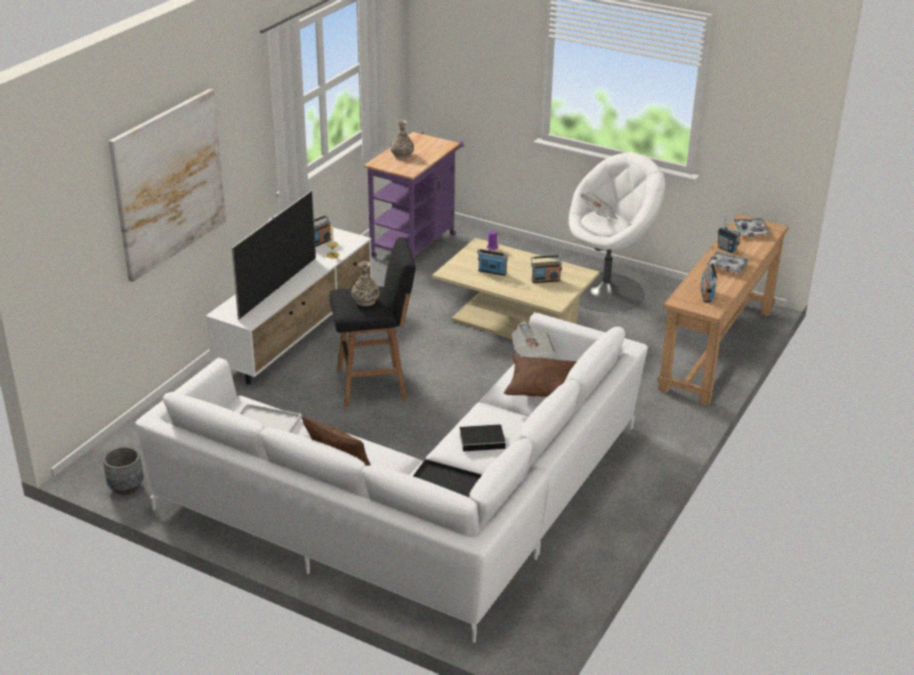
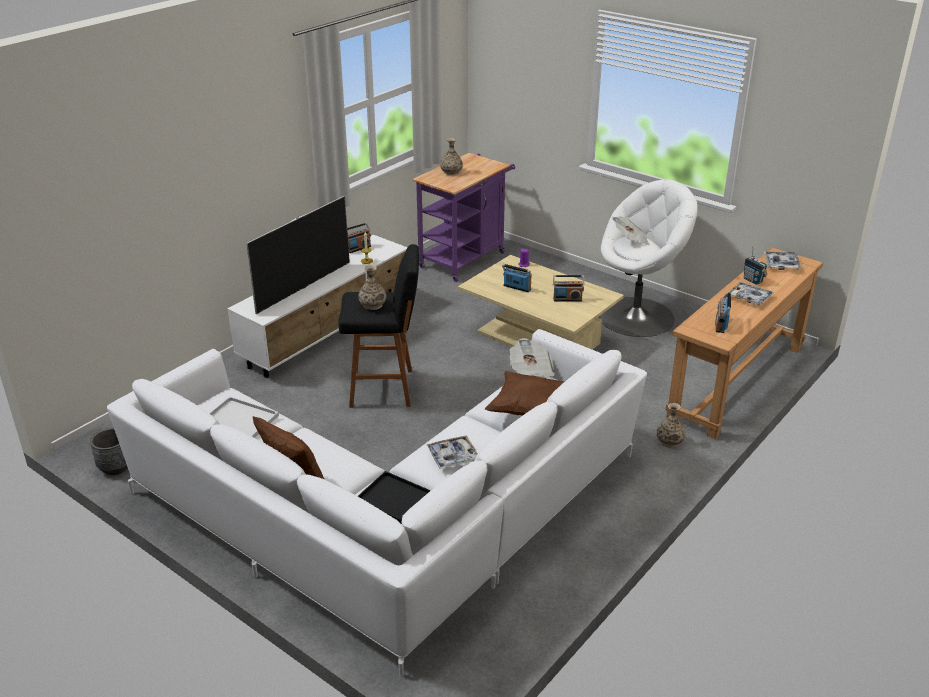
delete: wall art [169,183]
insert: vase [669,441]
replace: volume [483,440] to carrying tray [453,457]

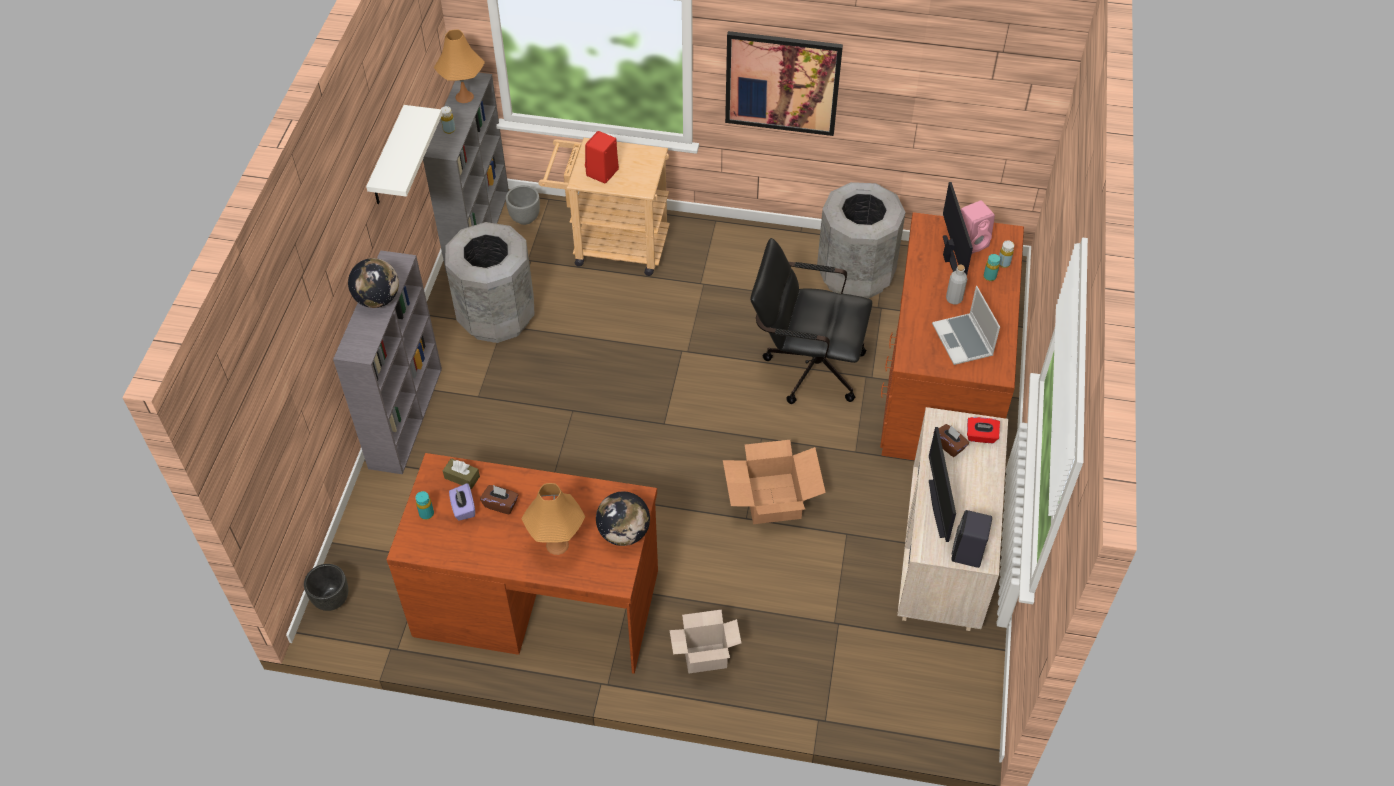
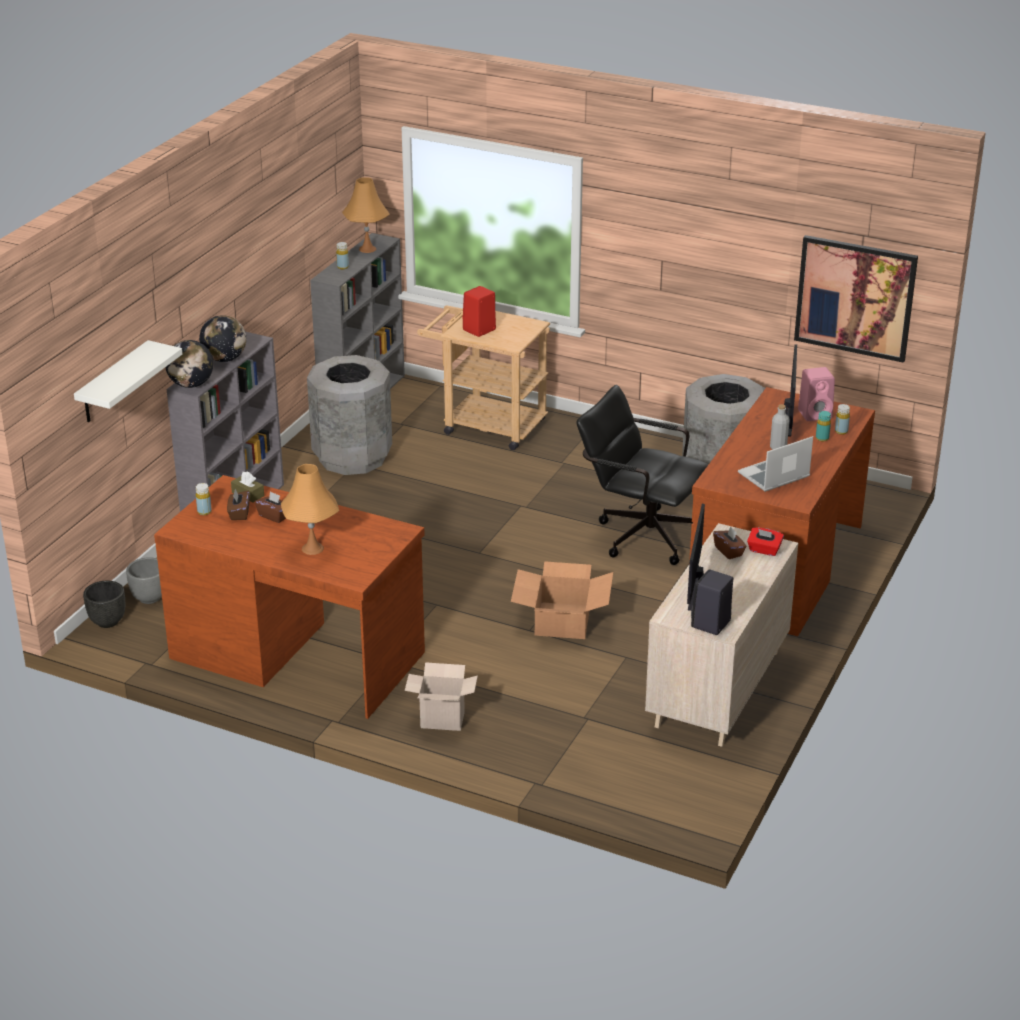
move: wall shelf (white-coloured) [388,158] to [113,383]; planter (greyish) [524,218] to [149,598]; desk globe [624,533] to [191,384]; wall art [782,83] to [855,298]
recolor: beverage bottle (blue-green) [426,514] to beverage bottle (yellow-coloured) [204,512]; tissue box (purplish) [463,508] to tissue box (brown-coloured) [239,513]
rotate: notebook computer [963,341] = [773,476] 60 degrees clockwise

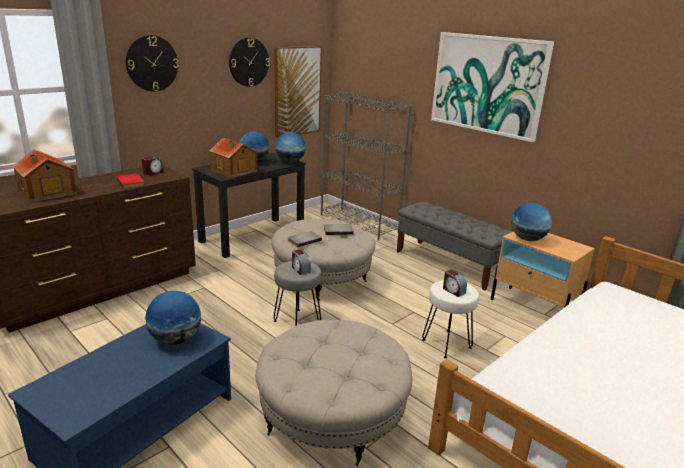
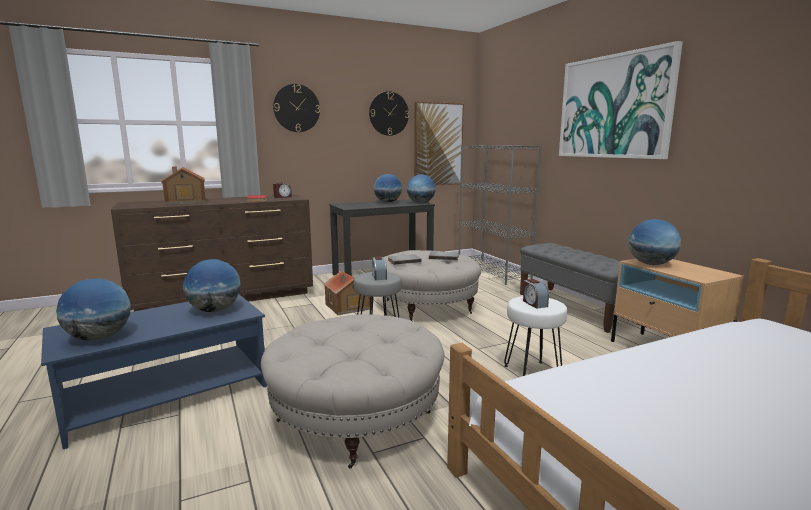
insert: desk globe [99,338]
move: toy house [233,171] to [347,307]

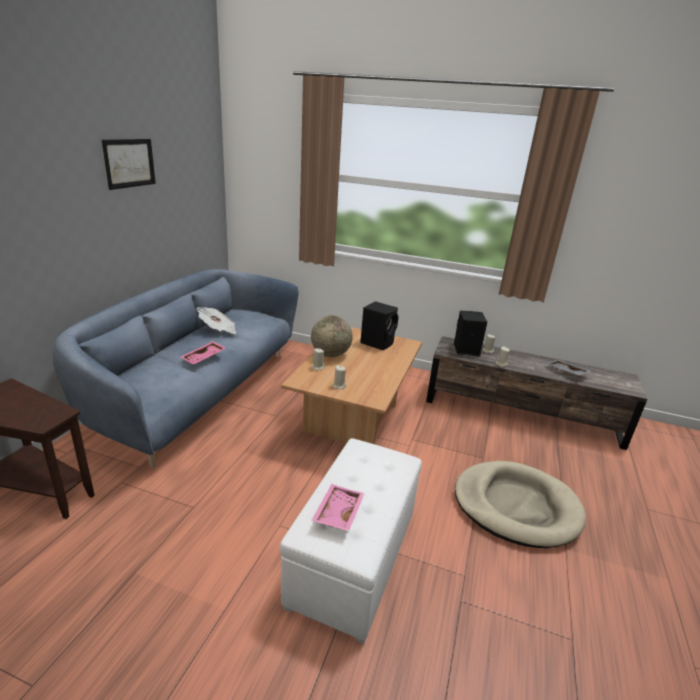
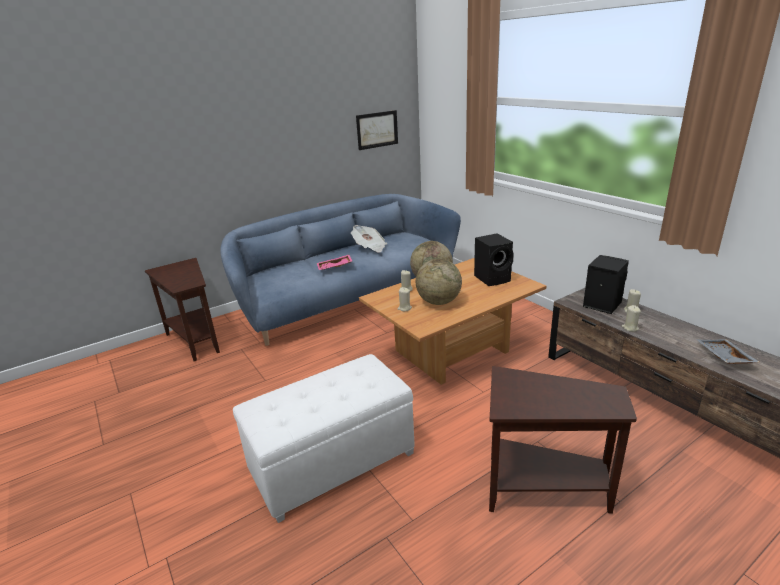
delete: carrying tray (pinkish) [337,513]
insert: desk globe [438,302]
move: wall art [129,163] to [377,130]
replace: pet bed (sand-coloured) [516,506] to end table (brown-coloured) [540,489]

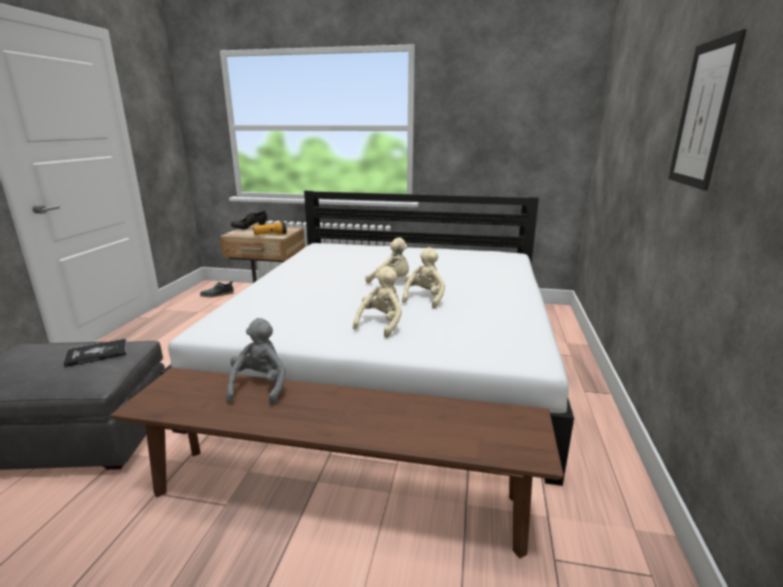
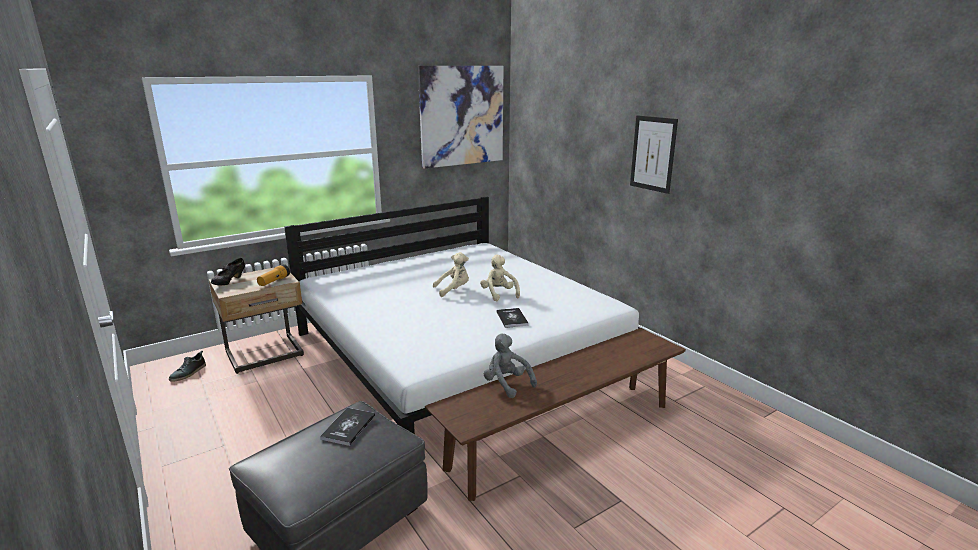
insert: wall art [462,116]
replace: cuddly toy (sand-coloured) [381,324] to volume [512,318]

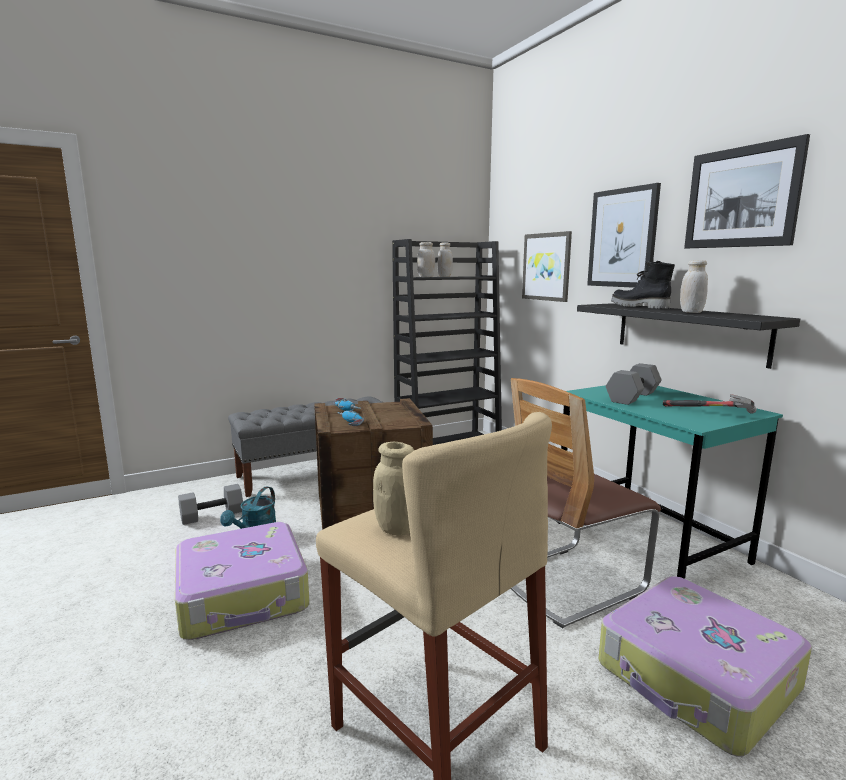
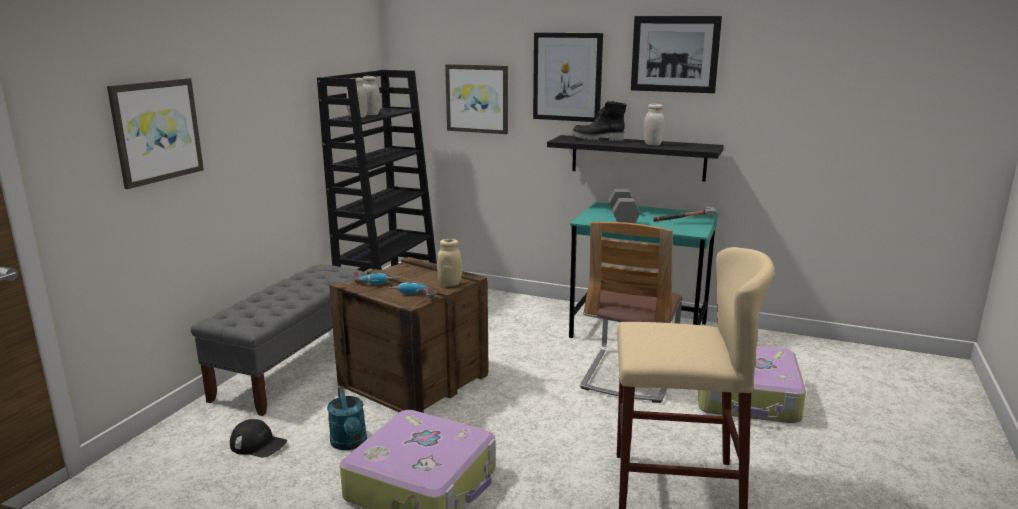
insert: wall art [156,131]
move: preserve jar (sand-coloured) [397,528] to [450,284]
replace: hand weight (greyish) [212,514] to baseball cap (black-coloured) [258,444]

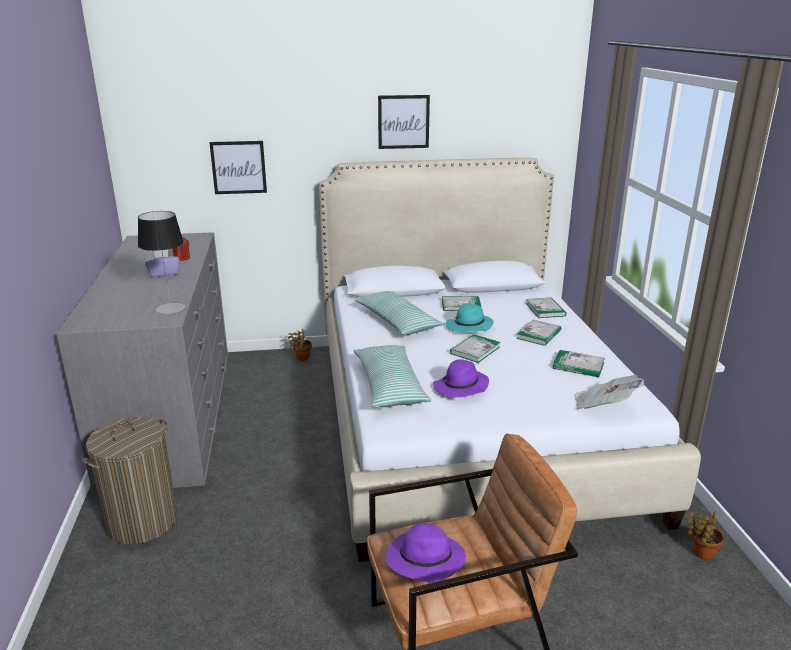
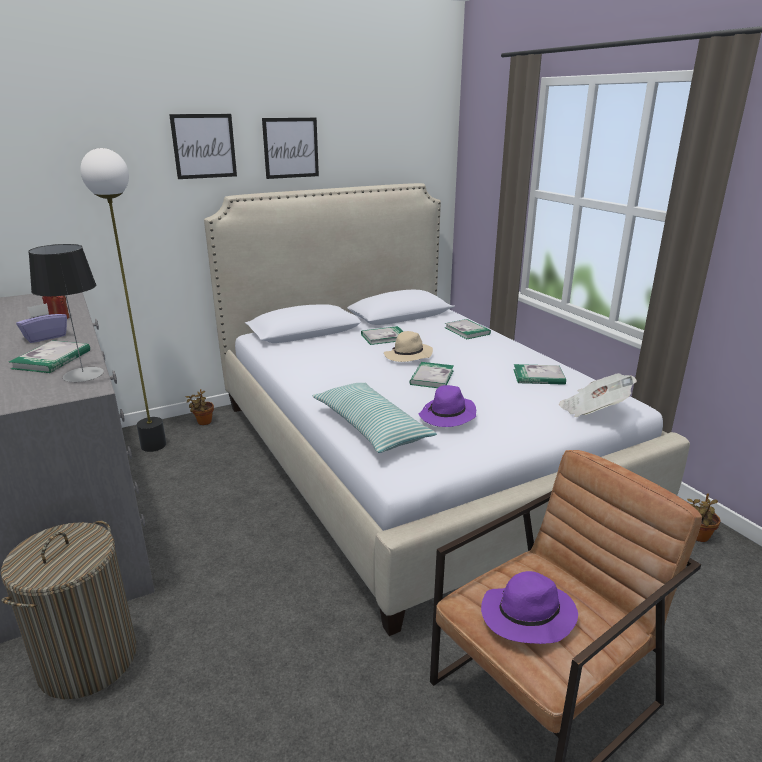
delete: pillow [397,322]
insert: standing lamp [153,445]
move: wall art [238,167] to [204,146]; volume [538,334] to [52,359]
recolor: hat (blue-green) [469,327] to hat (sand-coloured) [408,356]

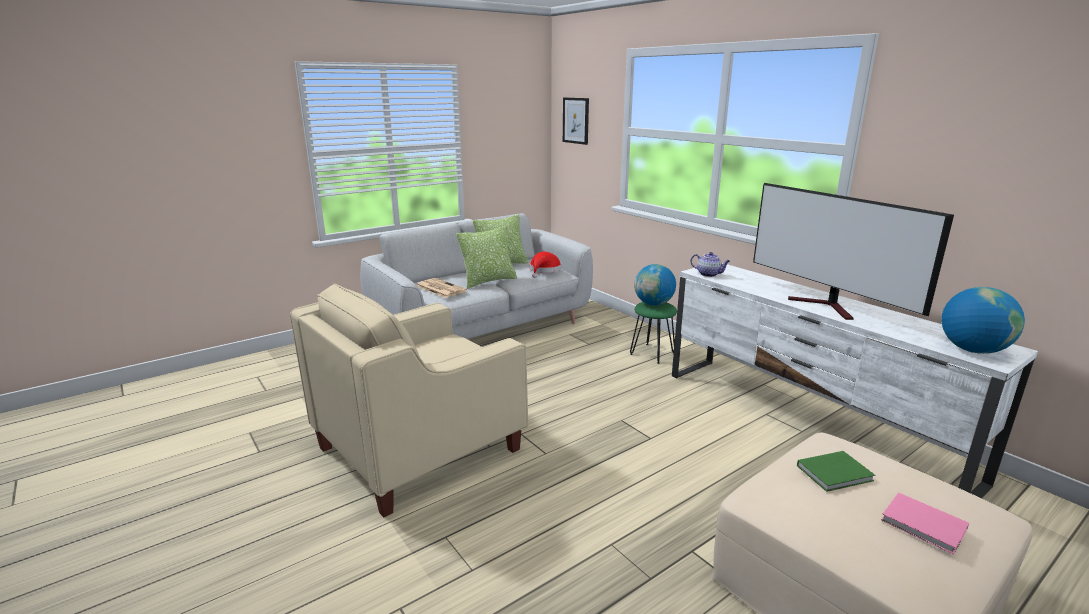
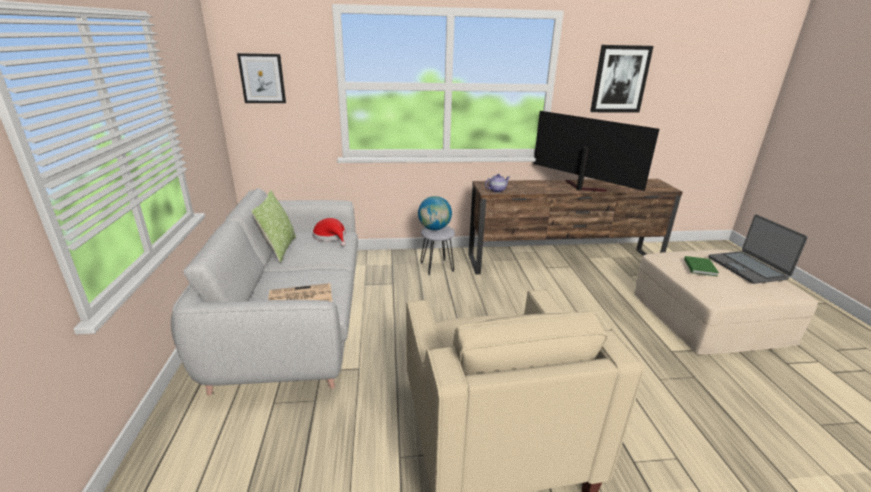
delete: pillow [488,281]; desk globe [972,350]
insert: wall art [620,79]
replace: volume (pinkish) [925,526] to notebook computer [747,268]
recolor: sitting stool (greenish) [652,353] to sitting stool (greyish) [436,266]; media console (white-coloured) [807,423] to media console (brown-coloured) [564,261]
rotate: television [827,307] = [580,187] 135 degrees counterclockwise

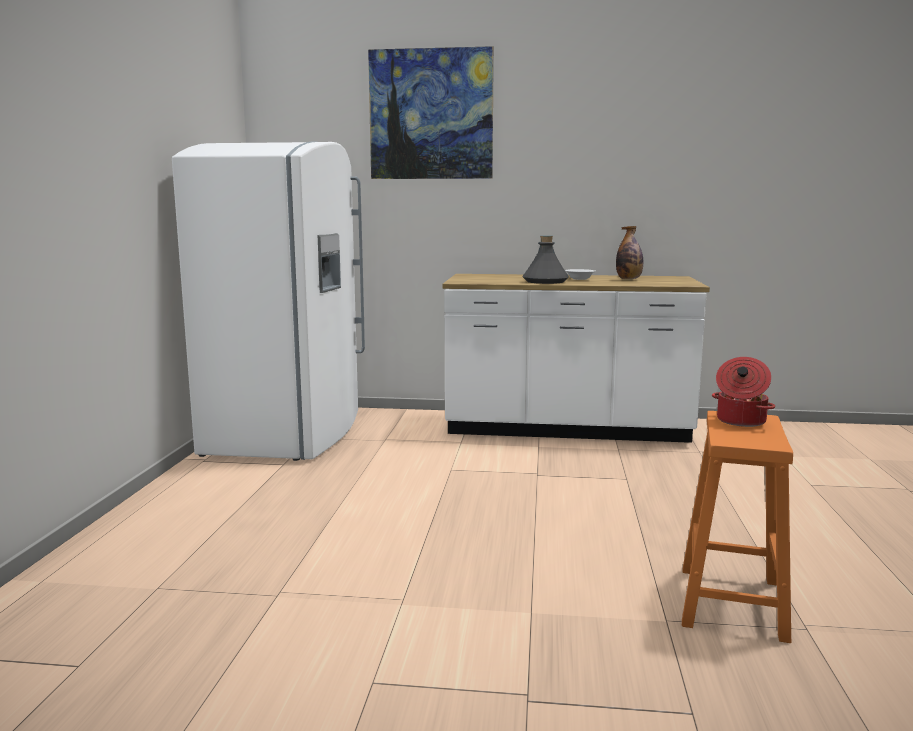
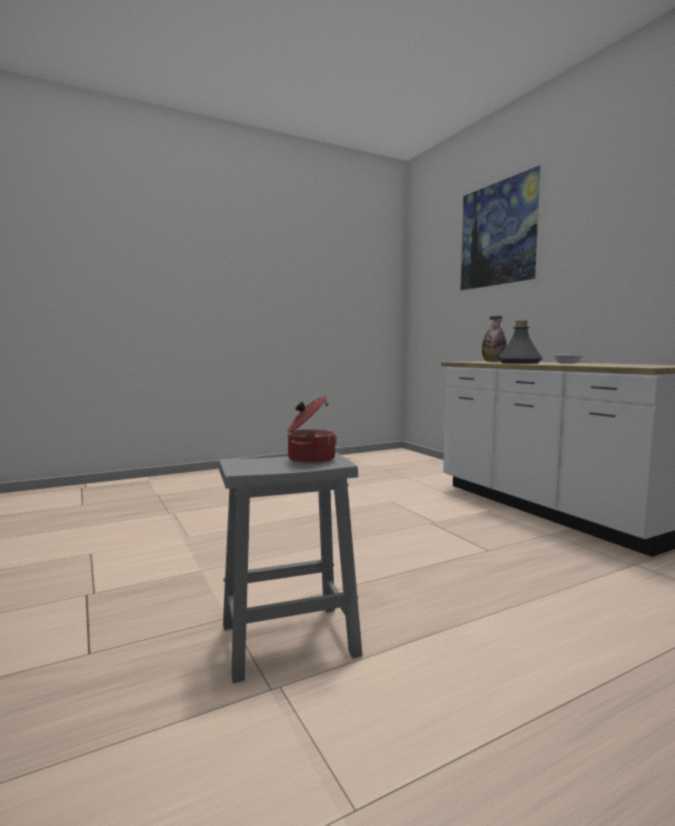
delete: refrigerator (white-coloured) [288,434]
move: beverage bottle [629,279] to [493,362]
recolor: sitting stool (orangey) [732,604] to sitting stool (greyish) [286,641]

